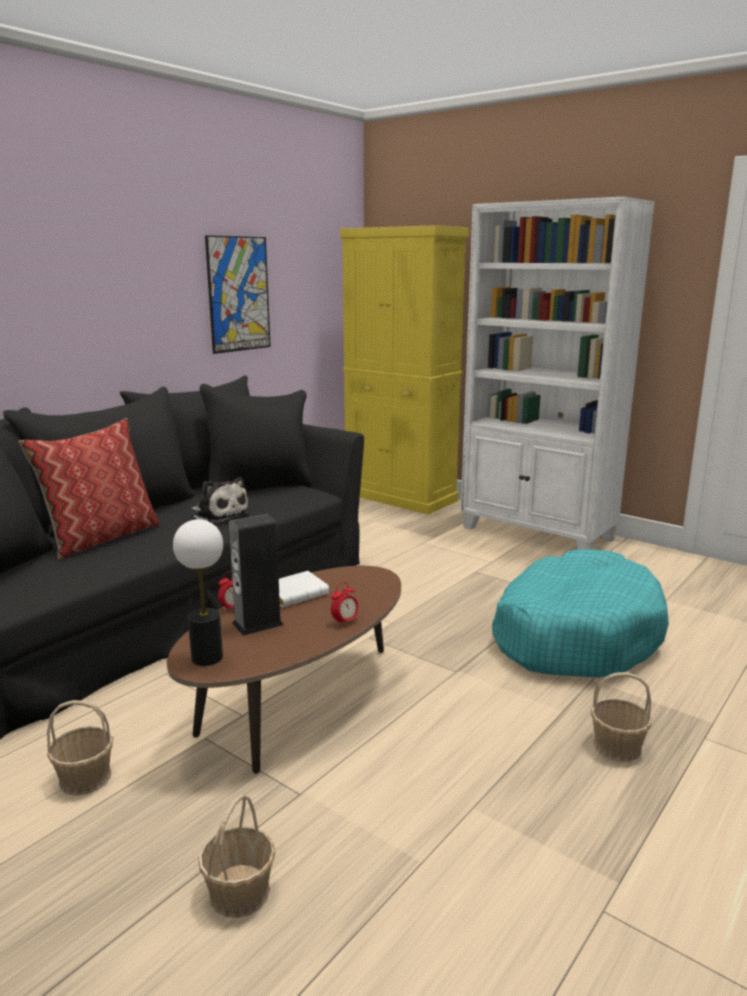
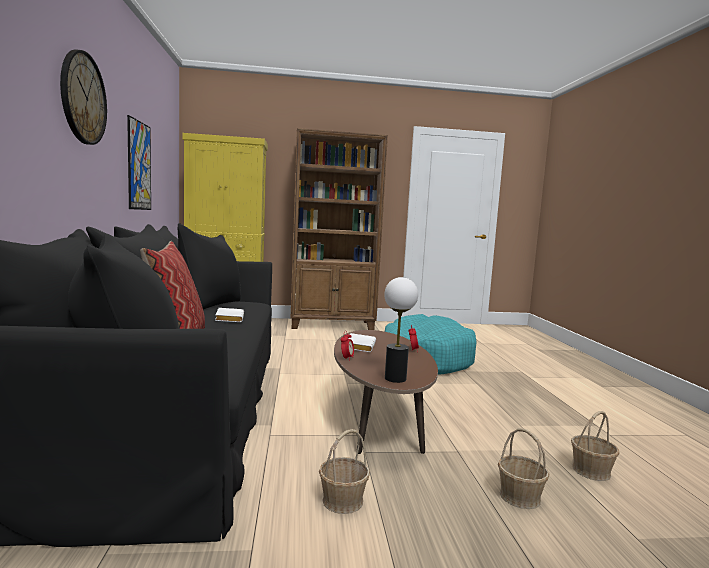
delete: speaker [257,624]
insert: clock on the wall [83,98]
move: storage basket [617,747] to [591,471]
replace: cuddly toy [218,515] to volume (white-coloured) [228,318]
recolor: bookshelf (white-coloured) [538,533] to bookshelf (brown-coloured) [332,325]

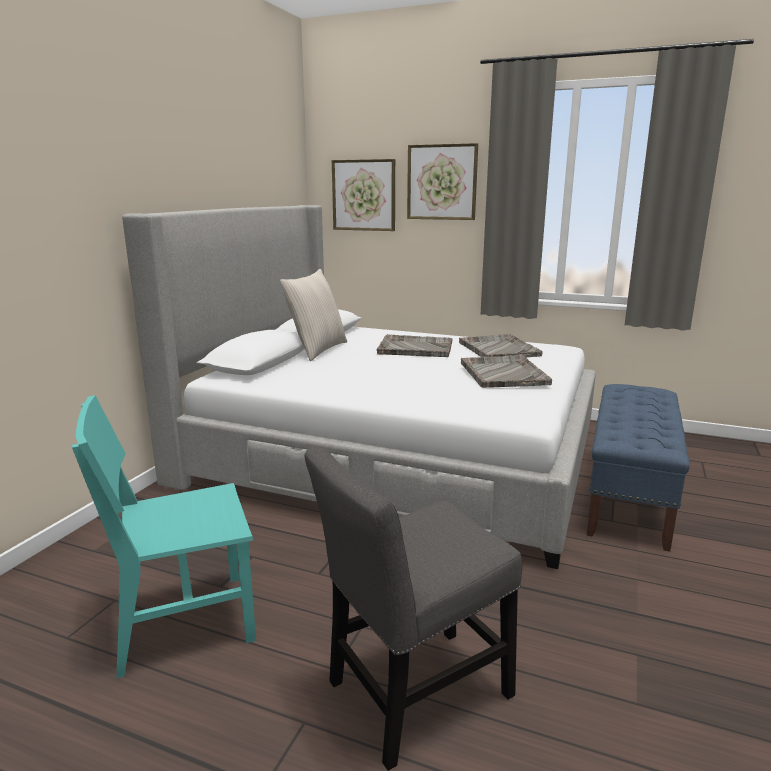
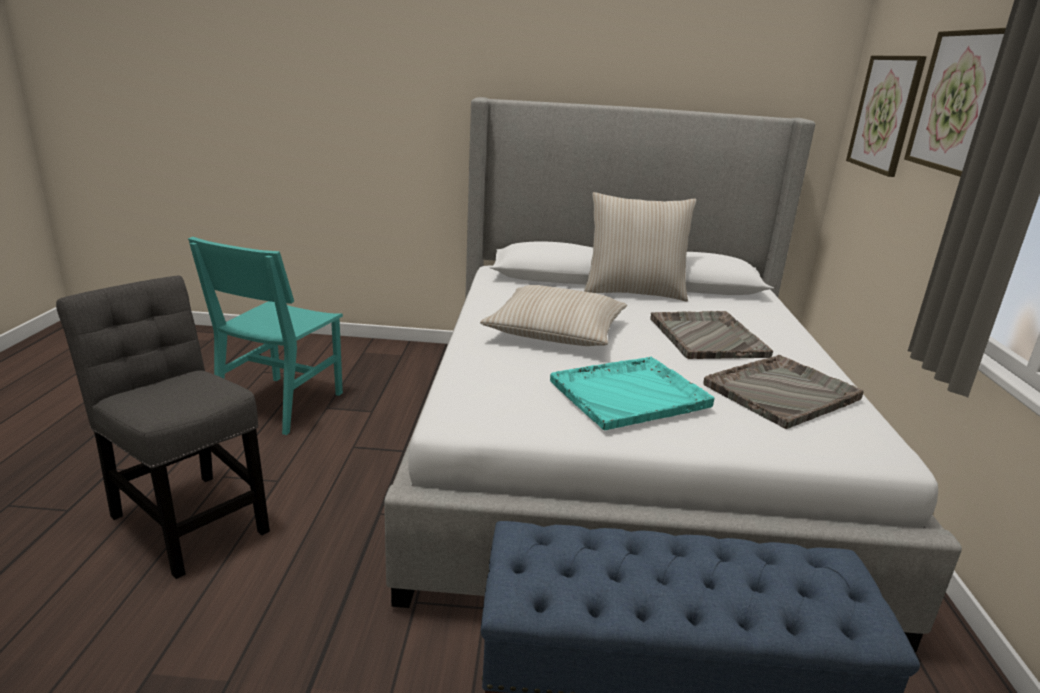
insert: pillow (sand-coloured) [555,331]
recolor: carrying tray (greyish) [503,373] to carrying tray (blue-green) [631,394]
rotate: plain chair (blue-green) [184,621] = [280,404] 120 degrees counterclockwise

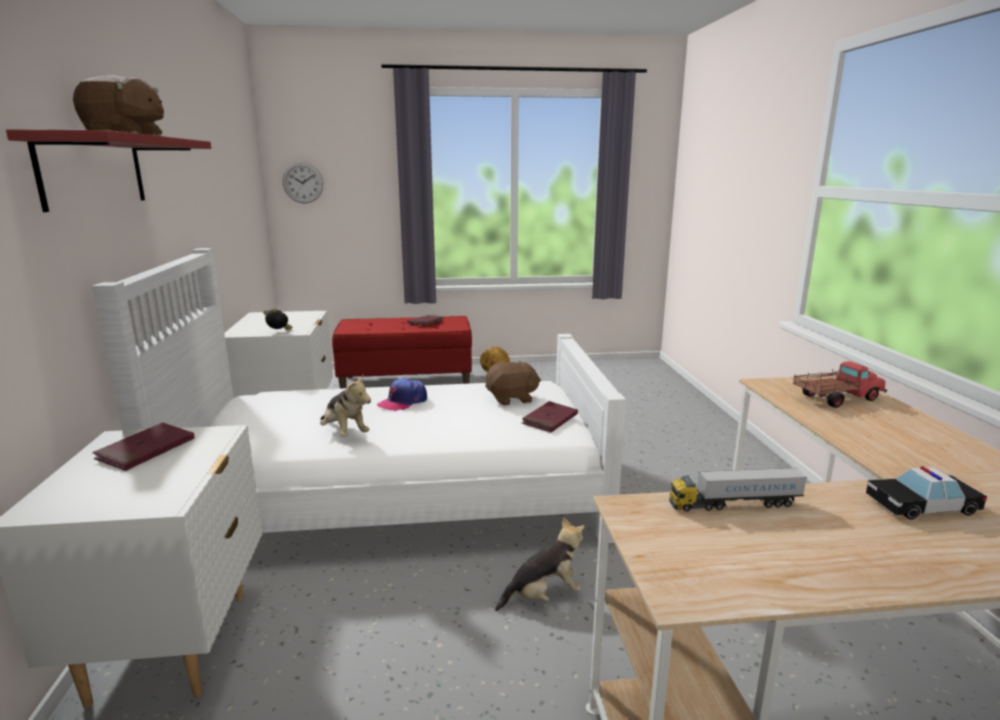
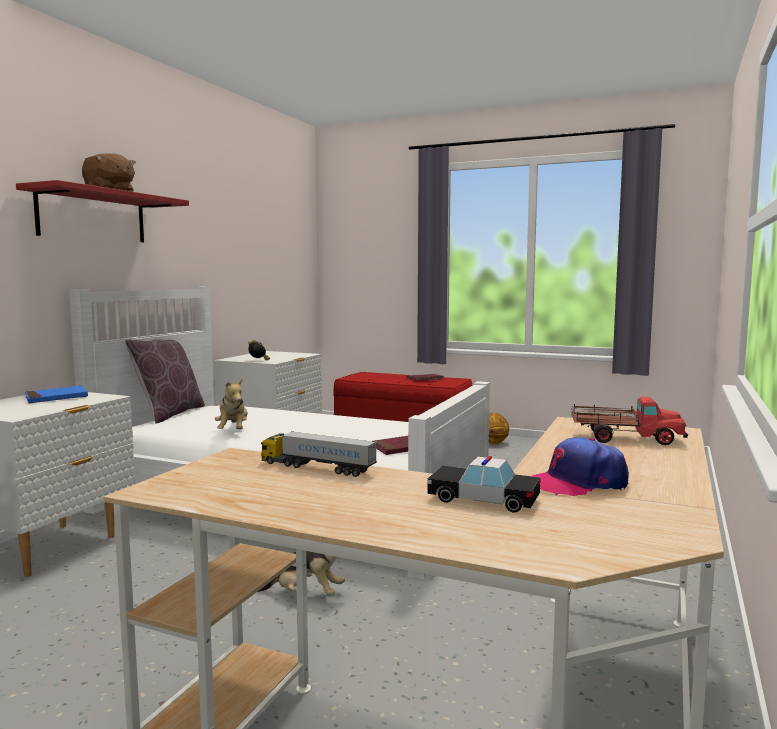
delete: clock on the wall [303,183]; cuddly toy (brown-coloured) [512,399]
insert: pillow (brown-coloured) [169,414]
move: baseball cap [403,402] to [577,483]
recolor: volume (red) [146,450] to volume (blue) [56,398]

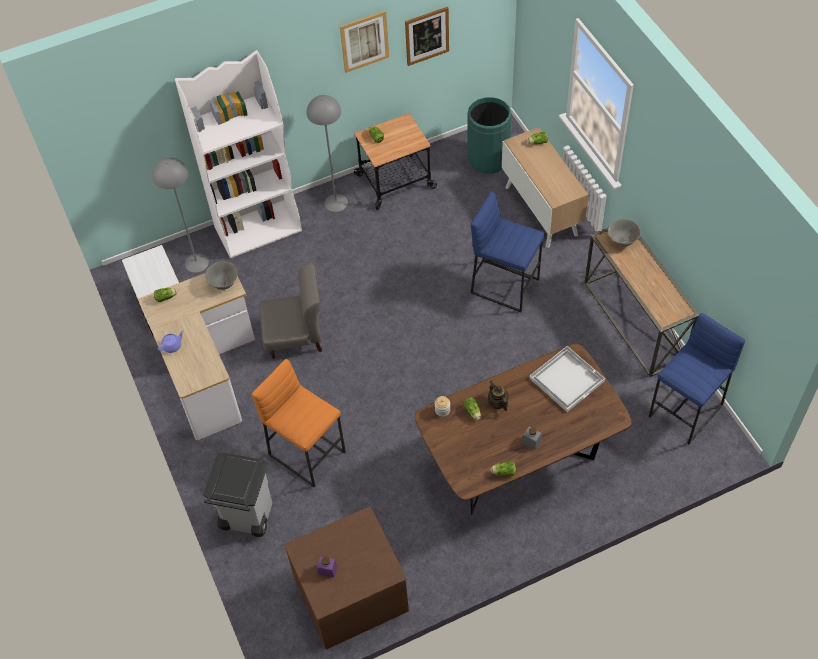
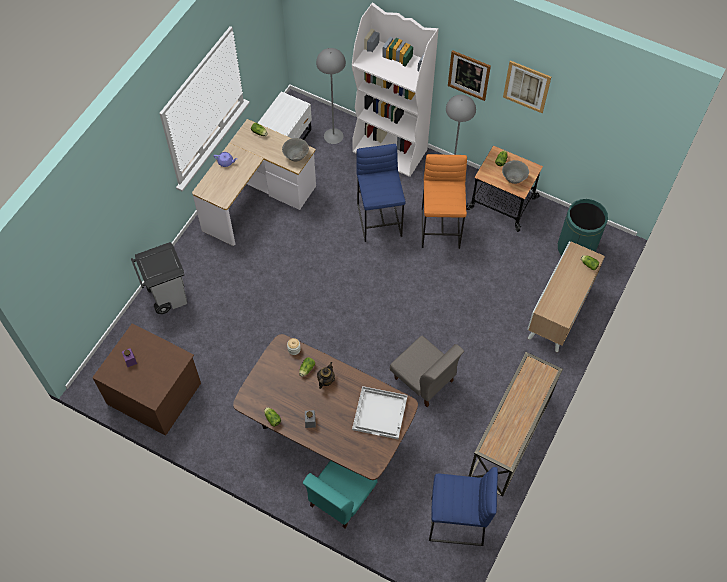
insert: plain chair (blue-green) [340,498]
move: sitting stool (orangey) [307,453] to [441,228]; plain chair (greyish) [295,337] to [424,380]; wall art [427,36] to [469,75]; sitting stool (blue) [505,285] to [380,220]; deep dish (greyish) [622,240] to [514,178]

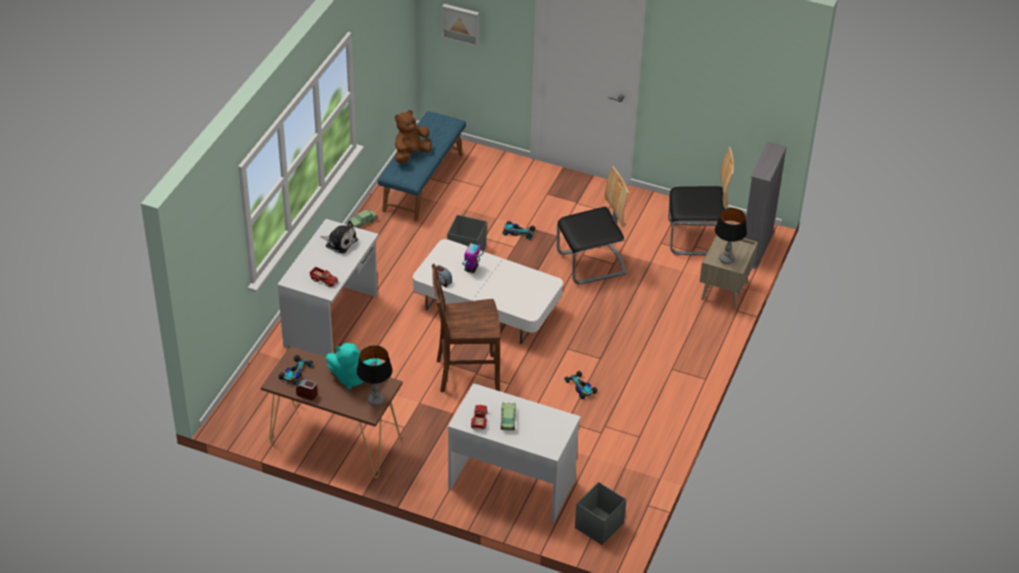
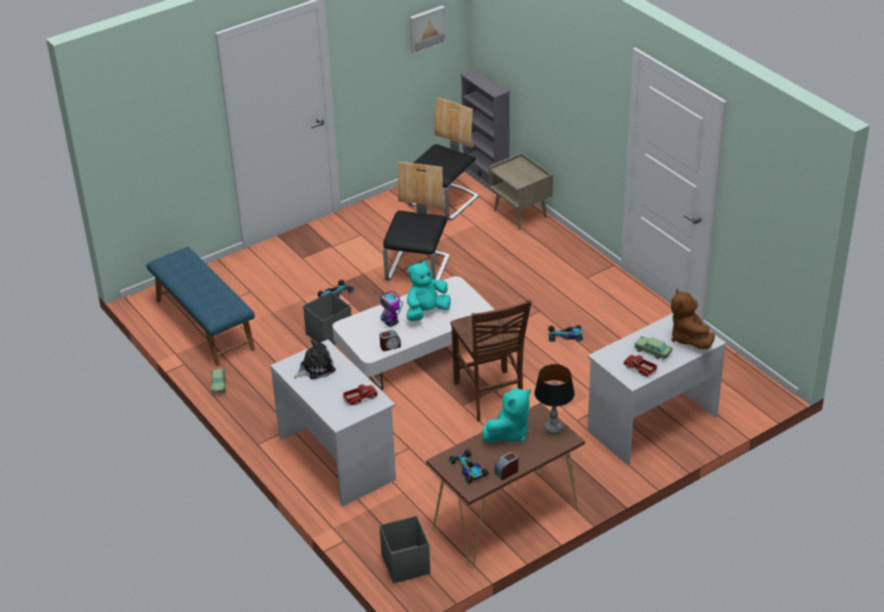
delete: table lamp [726,259]
insert: cuddly toy (blue-green) [426,312]
move: cuddly toy (brown-coloured) [411,154] to [688,338]; wall art [461,23] to [426,28]; storage bin (greyish) [600,525] to [406,563]
rotate: plain chair (brown-coloured) [466,374] = [490,397] 45 degrees counterclockwise

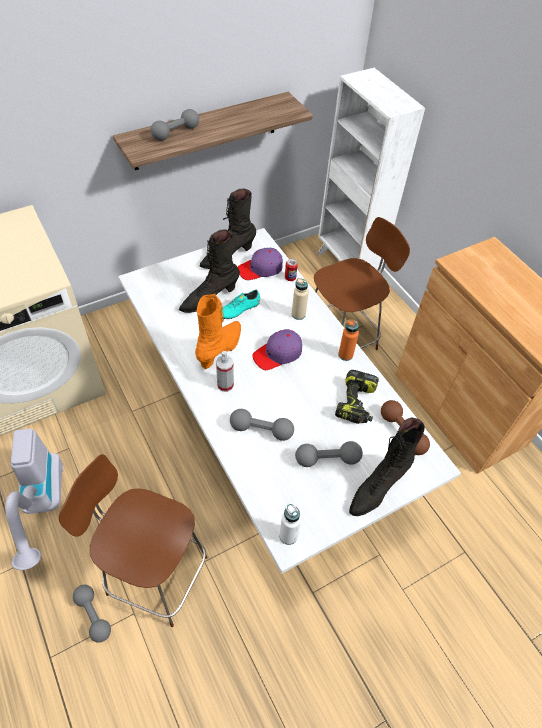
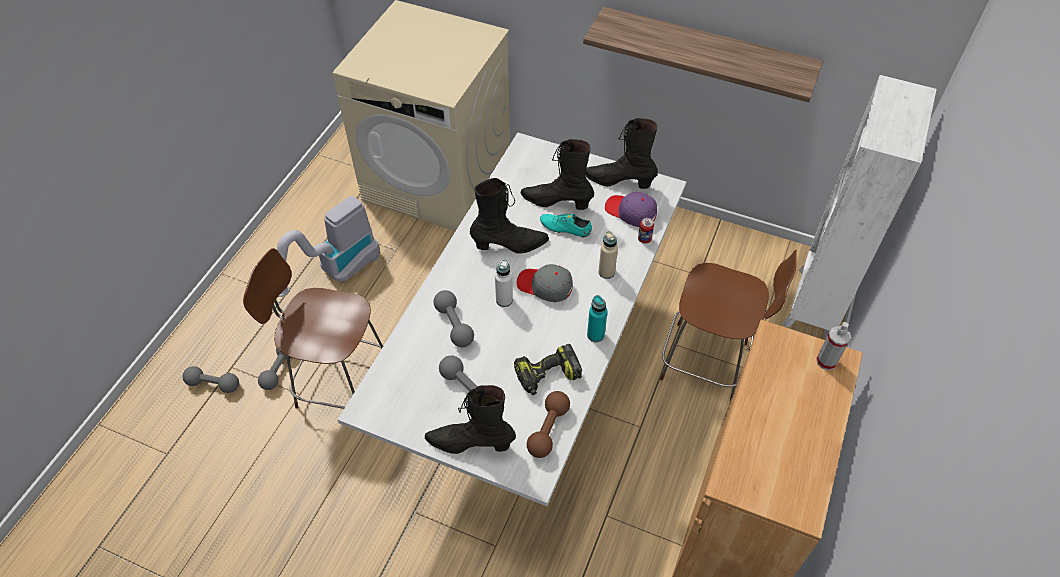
move: hand weight (greyish) [176,133] to [213,384]; hand sprayer [225,385] to [826,361]; beverage bottle (white-coloured) [288,535] to [504,300]
recolor: boot (orangey) [221,349] to boot (black-coloured) [510,245]; baseball cap (purplish) [278,354] to baseball cap (greyish) [545,286]; beverage bottle (orangey) [345,355] to beverage bottle (blue-green) [595,335]
rotate: plain chair (brown-coloured) [154,573] = [340,384] 60 degrees counterclockwise

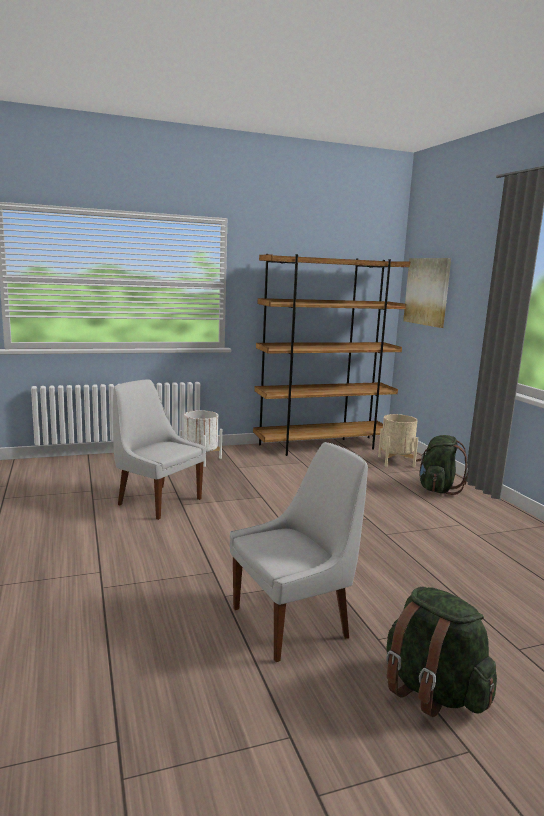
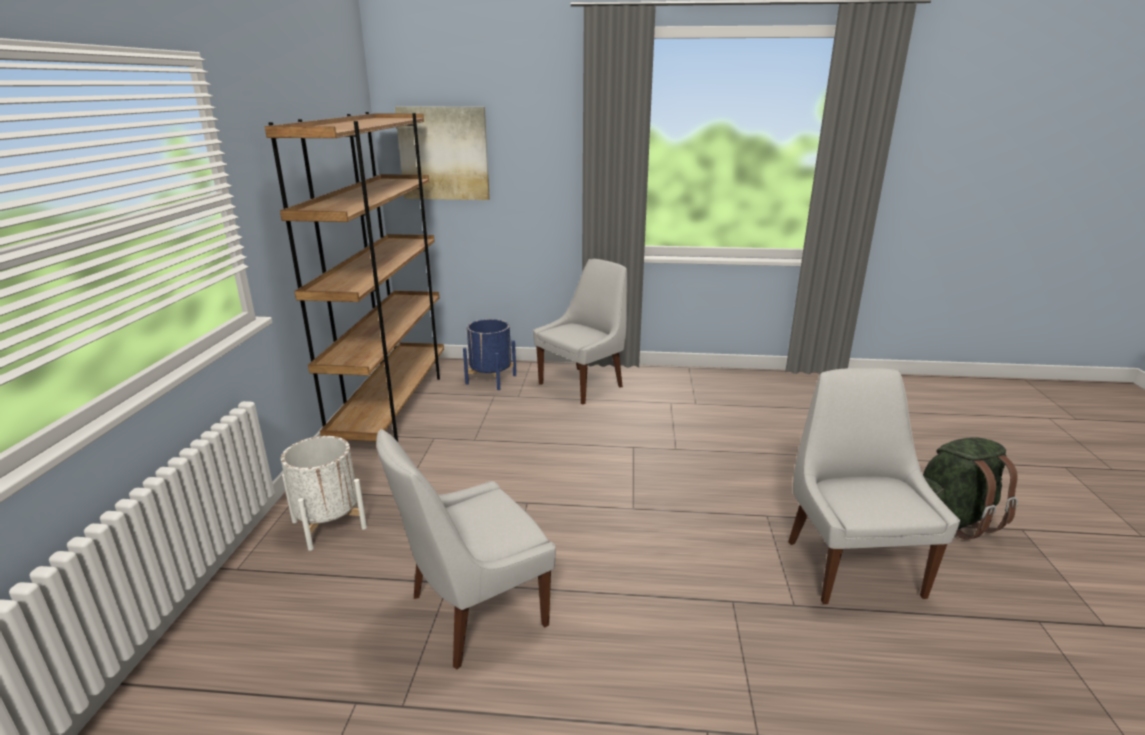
replace: backpack (greenish) [437,489] to plain chair (white-coloured) [583,384]
recolor: planter (sand-coloured) [396,461] to planter (blue) [491,379]

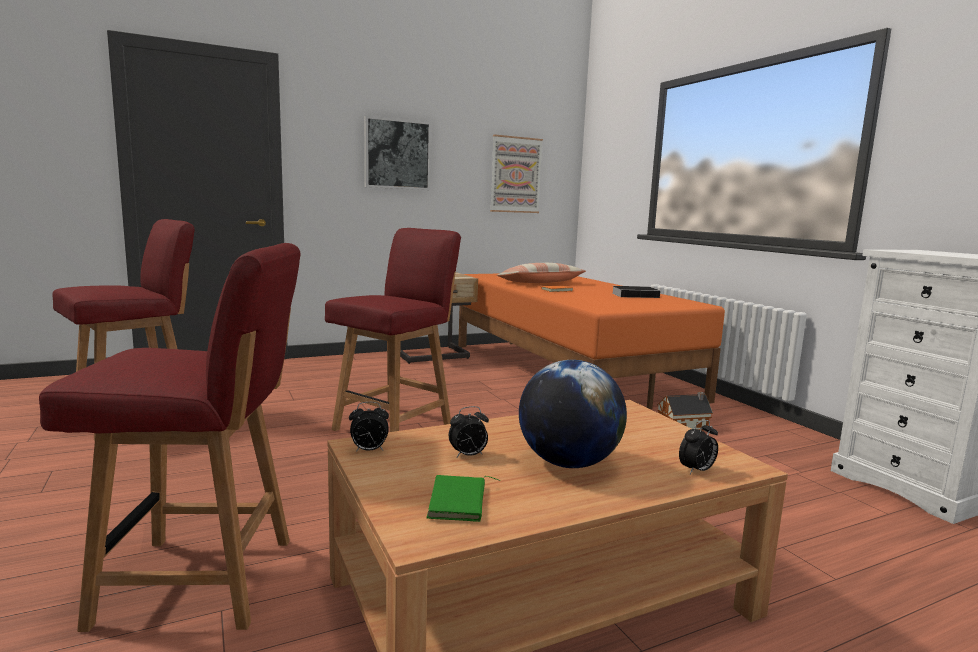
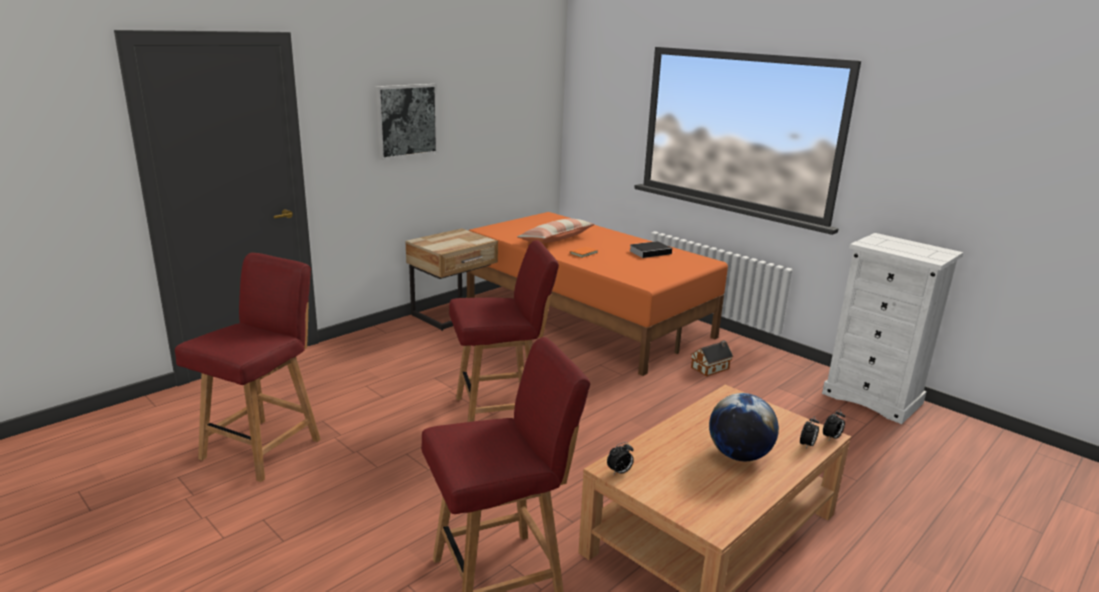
delete: volume (greenish) [460,503]; wall art [515,175]
move: alarm clock [468,455] to [831,438]
rotate: plain chair (red) [395,426] = [500,411] 60 degrees clockwise

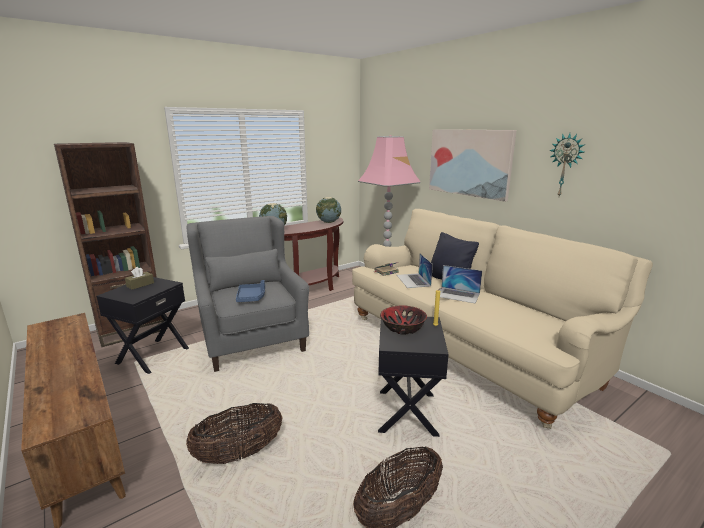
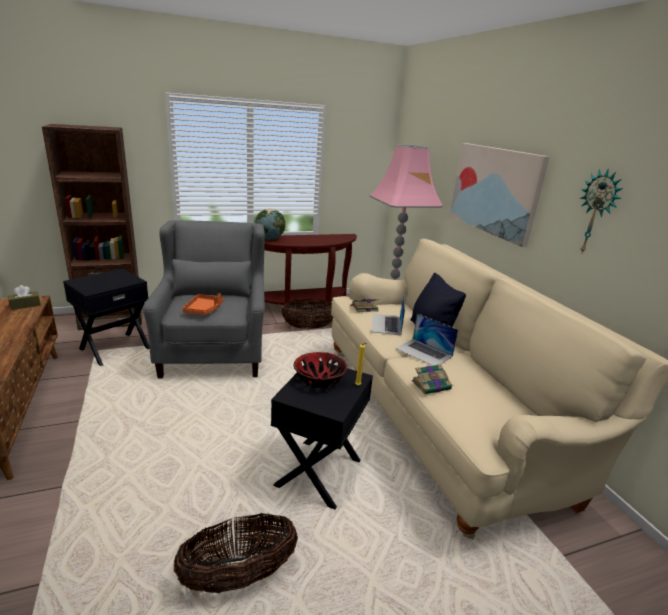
delete: desk globe [329,222]
insert: volume [432,385]
move: tissue box (brown-coloured) [140,285] to [25,305]; storage basket [239,454] to [308,327]
recolor: carrying tray (blue) [251,297] to carrying tray (orangey) [204,309]

